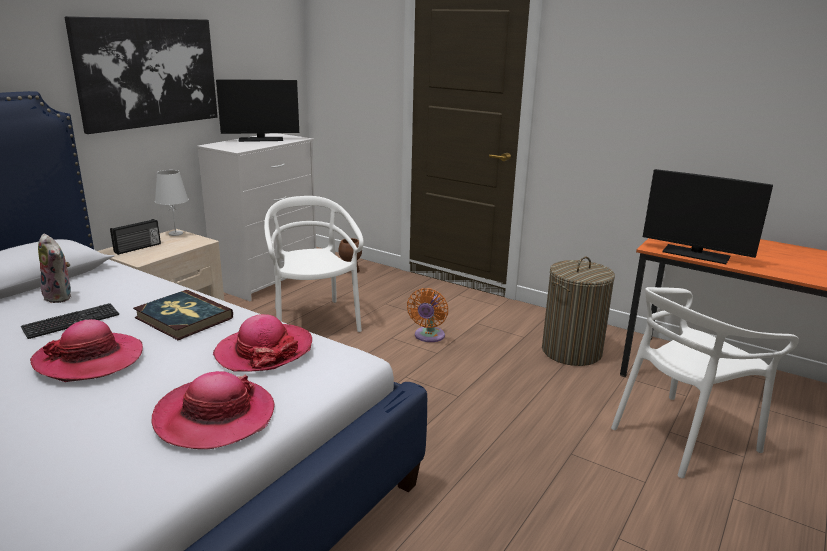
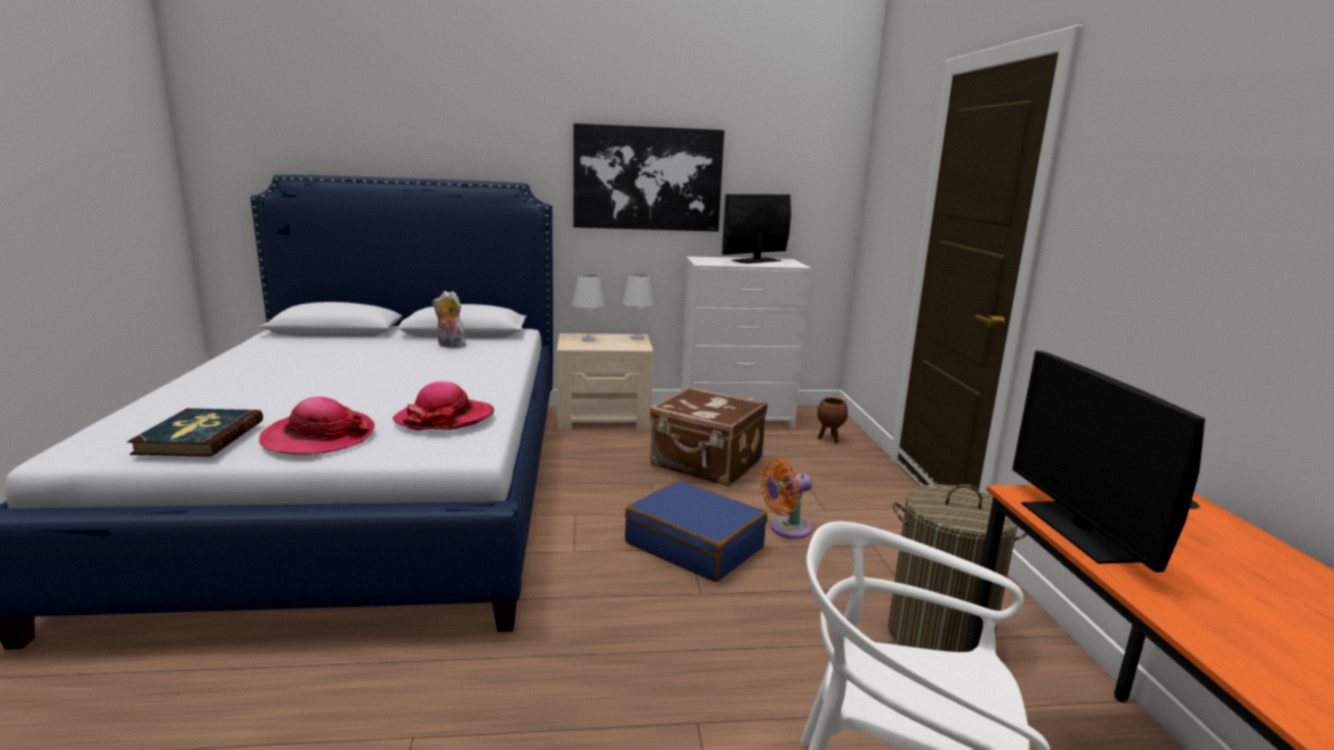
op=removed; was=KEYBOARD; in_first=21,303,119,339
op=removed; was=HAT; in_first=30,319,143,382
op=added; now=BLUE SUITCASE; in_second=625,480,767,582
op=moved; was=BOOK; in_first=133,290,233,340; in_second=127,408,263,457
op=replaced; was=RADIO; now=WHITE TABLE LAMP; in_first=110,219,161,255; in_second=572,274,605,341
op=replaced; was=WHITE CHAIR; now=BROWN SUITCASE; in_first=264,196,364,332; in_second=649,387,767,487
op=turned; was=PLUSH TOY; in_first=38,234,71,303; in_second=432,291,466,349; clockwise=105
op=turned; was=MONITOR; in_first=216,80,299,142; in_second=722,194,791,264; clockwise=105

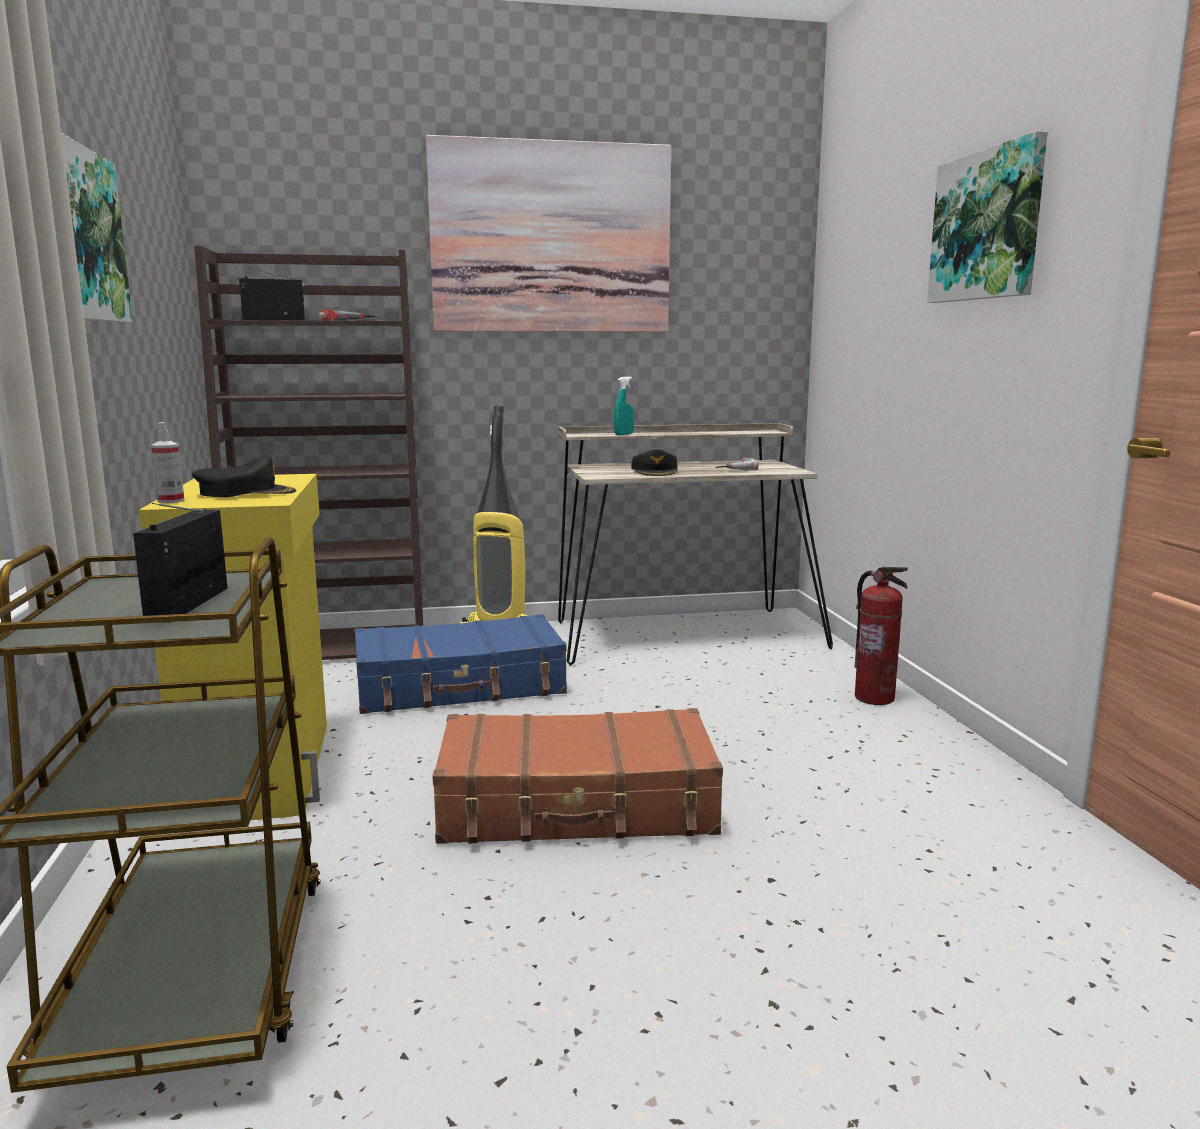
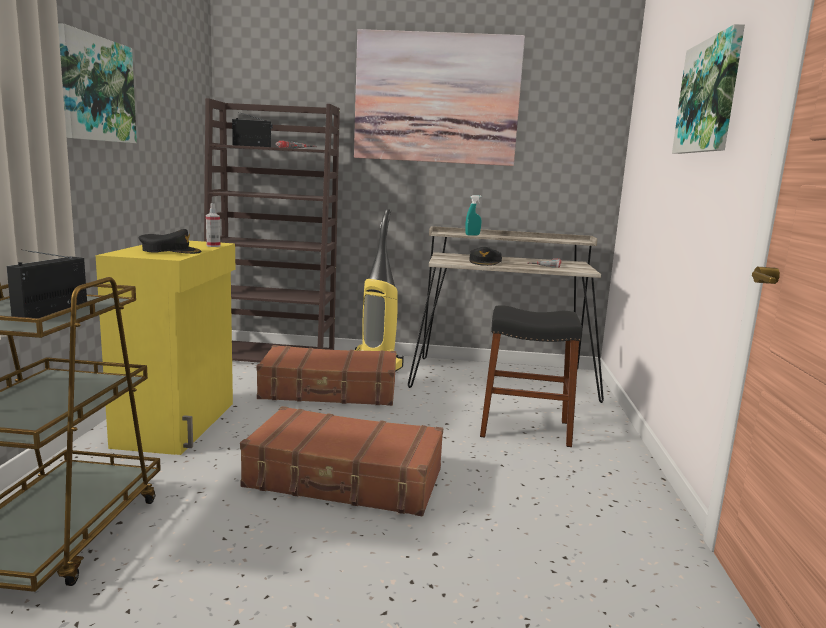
op=removed; was=FIRE EXTINGUISHER; in_first=855,567,908,705
op=added; now=BLACK STOOL; in_second=480,305,582,447
op=moved; was=SPRAY BOTTLE; in_first=151,422,184,503; in_second=206,203,220,247
op=recoloured; was=BLUE SUITCASE; now=BROWN SUITCASE; in_first=354,614,567,714; in_second=256,345,396,406

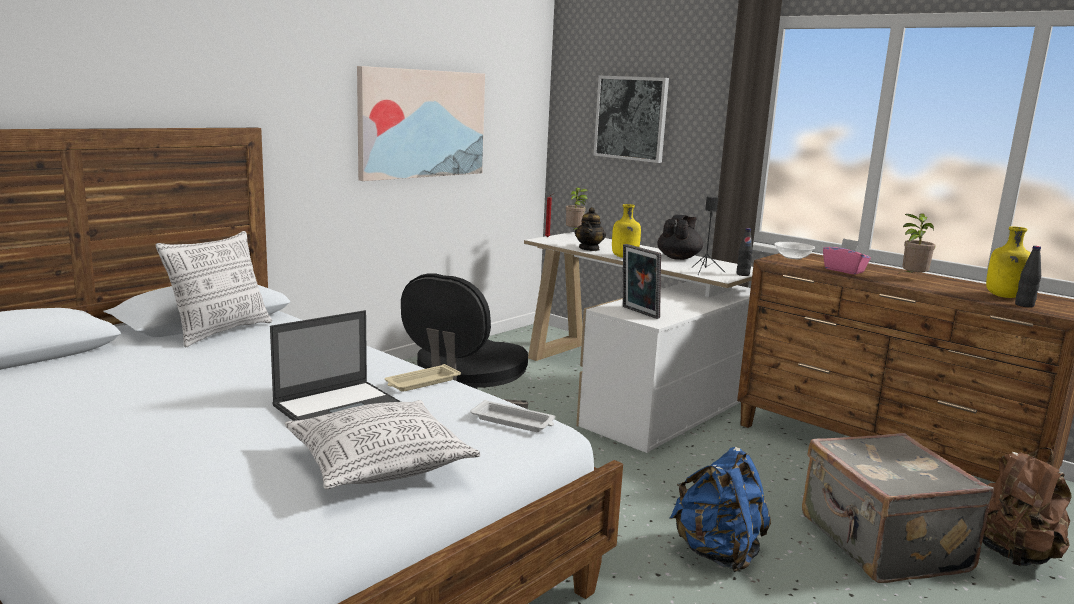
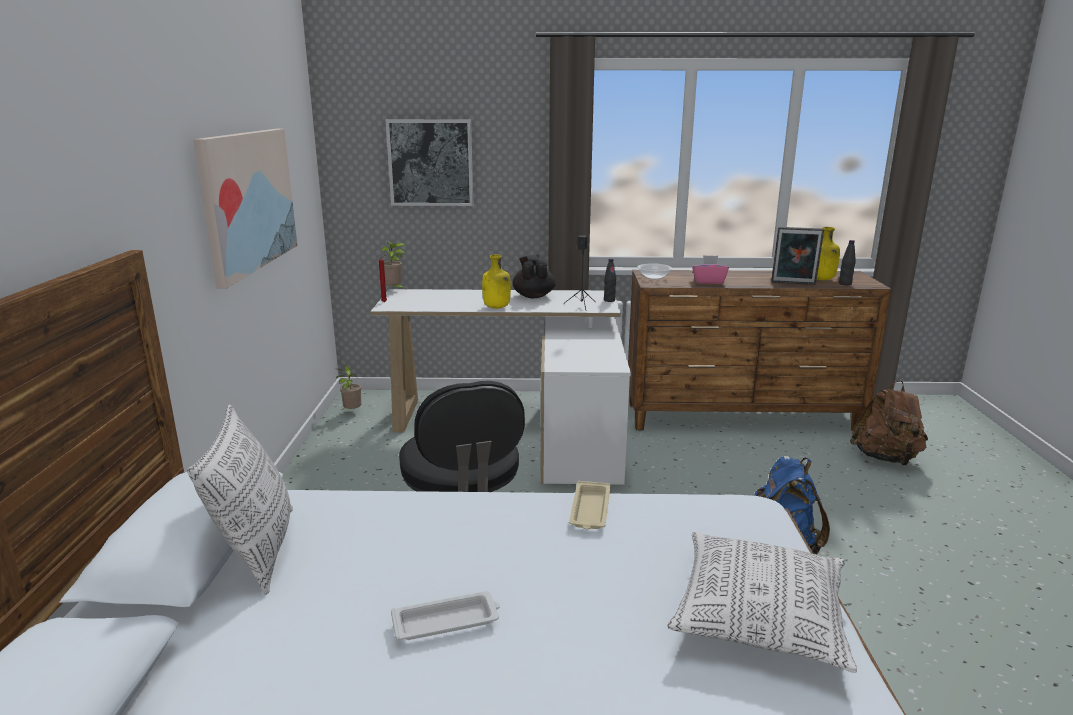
op=removed; was=LAPTOP; in_first=270,310,401,421
op=removed; was=TEAPOT; in_first=575,207,606,251
op=removed; was=GREY SUITCASE; in_first=802,433,994,583
op=moved; was=WHITE TRAY; in_first=470,400,556,432; in_second=391,591,500,640
op=moved; was=PICTURE FRAME; in_first=623,244,661,319; in_second=771,227,824,285
op=moved; was=POTTED PLANT; in_first=897,213,936,275; in_second=336,365,361,410

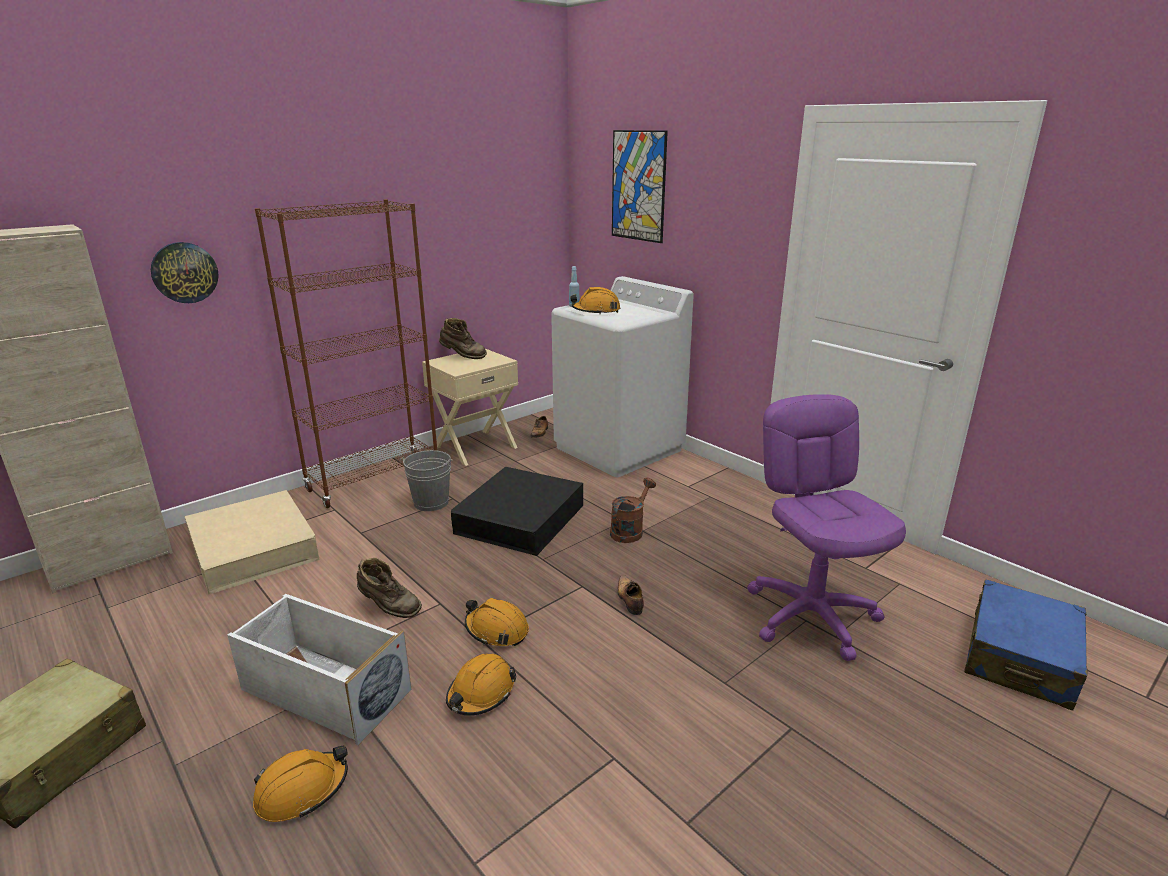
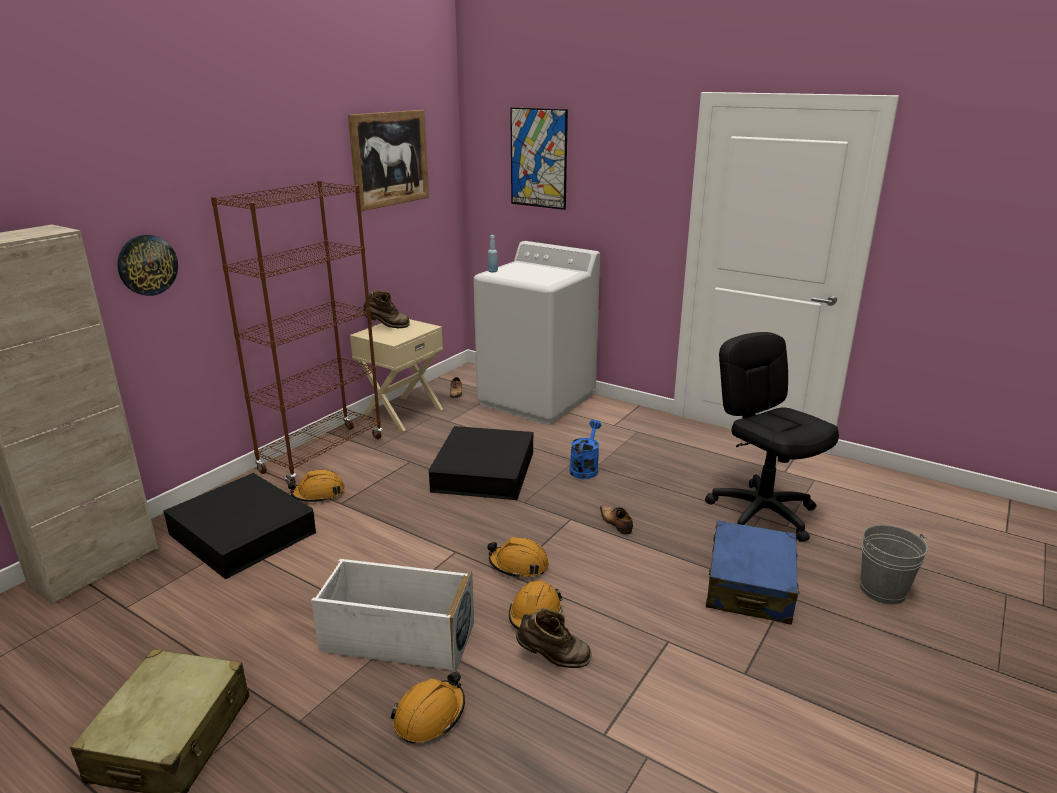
op=added; now=PICTURE; in_second=348,110,429,211
op=moved; was=BROWN BOOT; in_first=357,558,422,618; in_second=516,608,592,668
op=moved; was=GREY BUCKET; in_first=400,450,453,511; in_second=860,525,928,605
op=moved; was=ORANGE HARD HAT; in_first=570,287,620,314; in_second=288,470,345,502
op=moved; was=BLUE SUITCASE; in_first=964,579,1088,710; in_second=706,521,799,625
op=recoloured; was=BEIGE STORAGE BOX; now=BLACK STORAGE BOX; in_first=184,490,320,594; in_second=163,473,316,579
op=recoloured; was=BROWN WATERING CAN; now=BLUE WATERING CAN; in_first=610,478,656,543; in_second=570,420,601,479
op=recoloured; was=PURPLE OFFICE CHAIR; now=BLACK OFFICE CHAIR; in_first=747,394,906,661; in_second=705,332,839,542

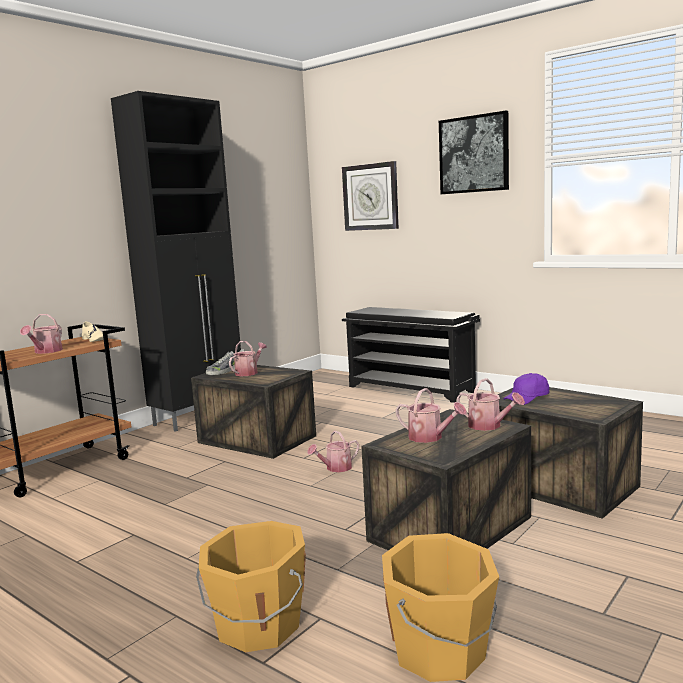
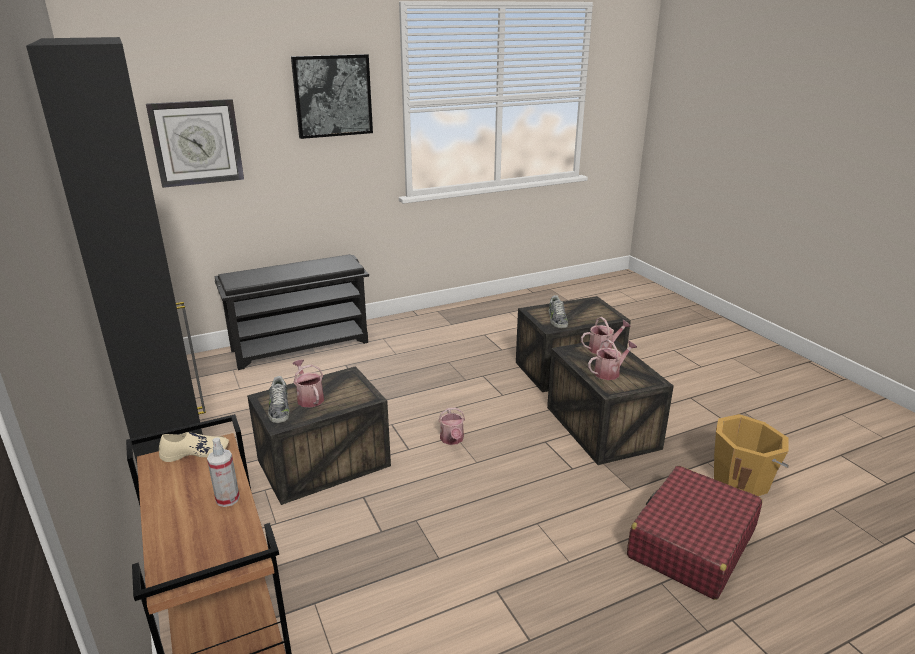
op=replaced; was=WATERING CAN; now=SPRAY BOTTLE; in_first=20,314,63,354; in_second=207,437,240,507
op=replaced; was=ORANGE BUCKET; now=RED SUITCASE; in_first=196,521,306,652; in_second=627,466,762,600
op=replaced; was=PURPLE CAP; now=SHOE; in_first=503,373,549,405; in_second=549,295,568,328

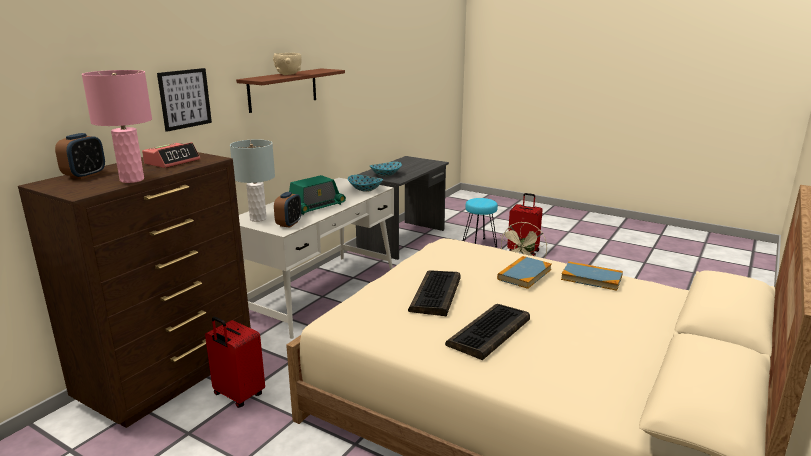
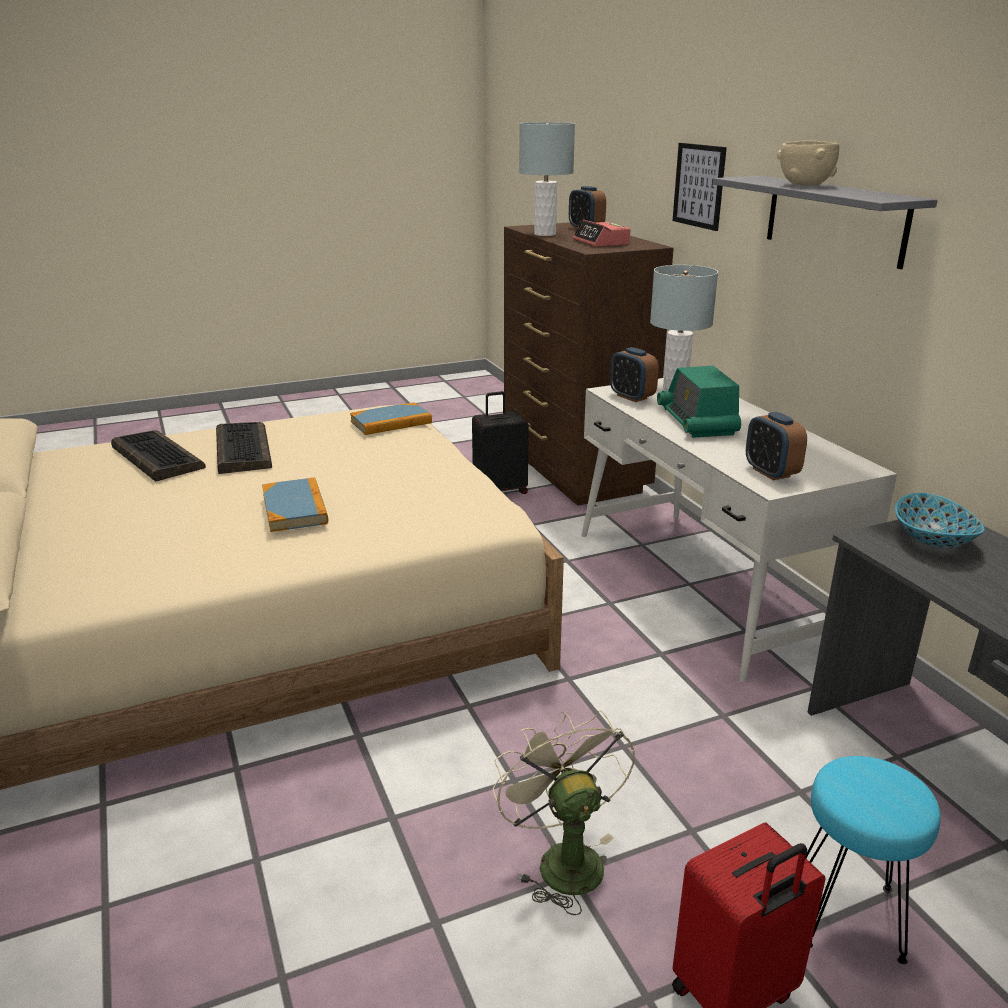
op=moved; was=KEYBOARD; in_first=408,270,461,316; in_second=111,430,206,481
op=moved; was=BOOK; in_first=561,261,623,291; in_second=350,402,432,435
op=replaced; was=BOWL; now=ALARM CLOCK; in_first=348,175,383,192; in_second=746,412,807,480
op=recoloured; was=PINK TABLE LAMP; now=GREY TABLE LAMP; in_first=82,70,152,183; in_second=519,122,575,236
op=recoloured; was=RED SUITCASE; now=BLACK SUITCASE; in_first=205,317,265,408; in_second=472,391,529,494
op=recoloured; was=BROWN SHELF; now=GREY SHELF; in_first=236,68,345,113; in_second=713,176,938,269

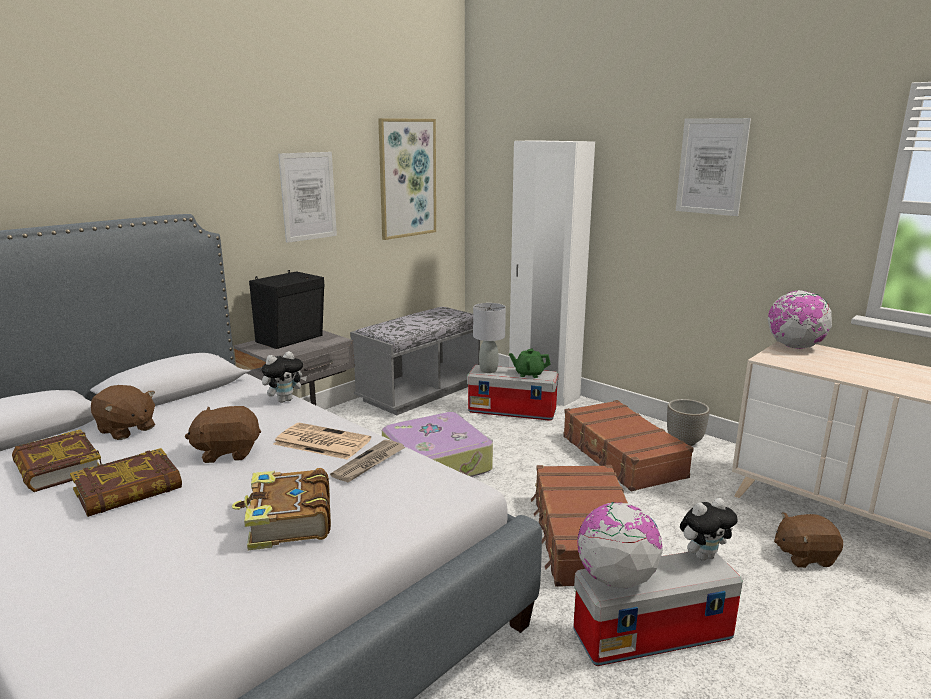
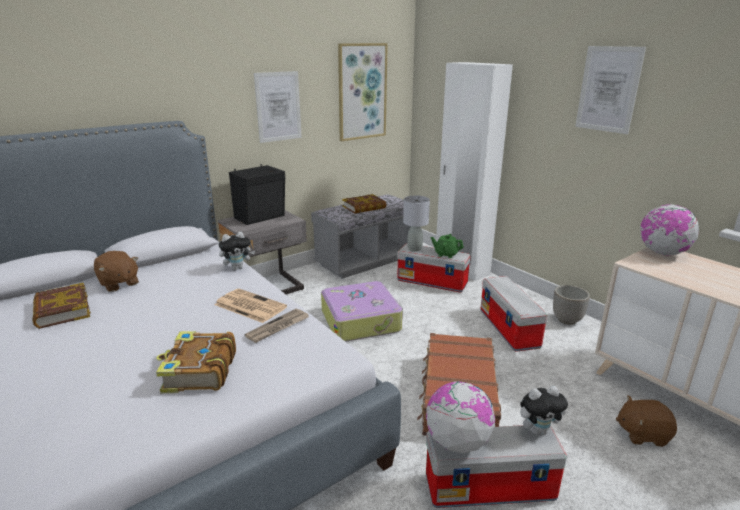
op=removed; was=BROWN PLUSH TOY; in_first=185,406,261,463
op=moved; was=BOOK; in_first=70,448,182,517; in_second=342,194,386,214
op=replaced; was=BROWN SUITCASE; now=STORAGE BOX; in_first=563,400,694,491; in_second=480,276,547,352

